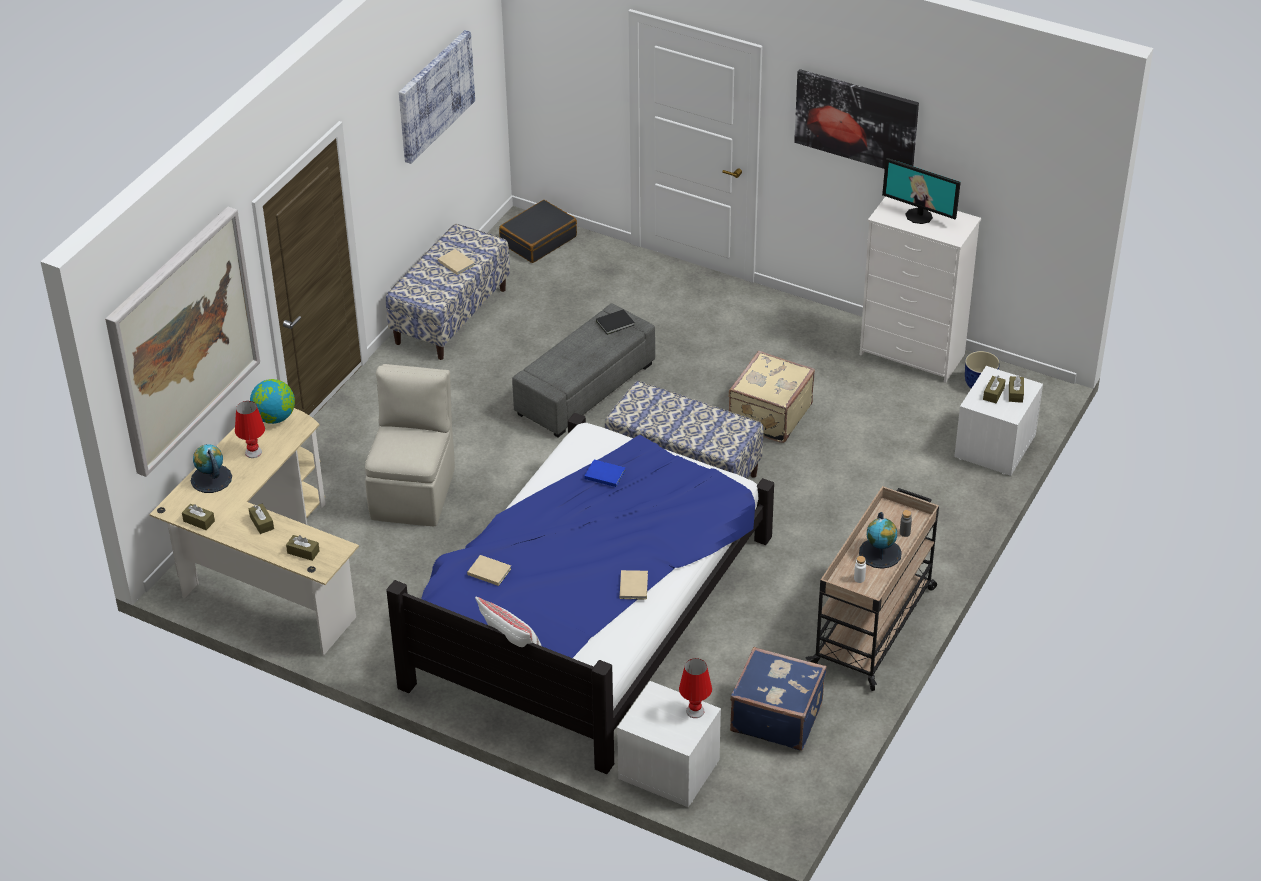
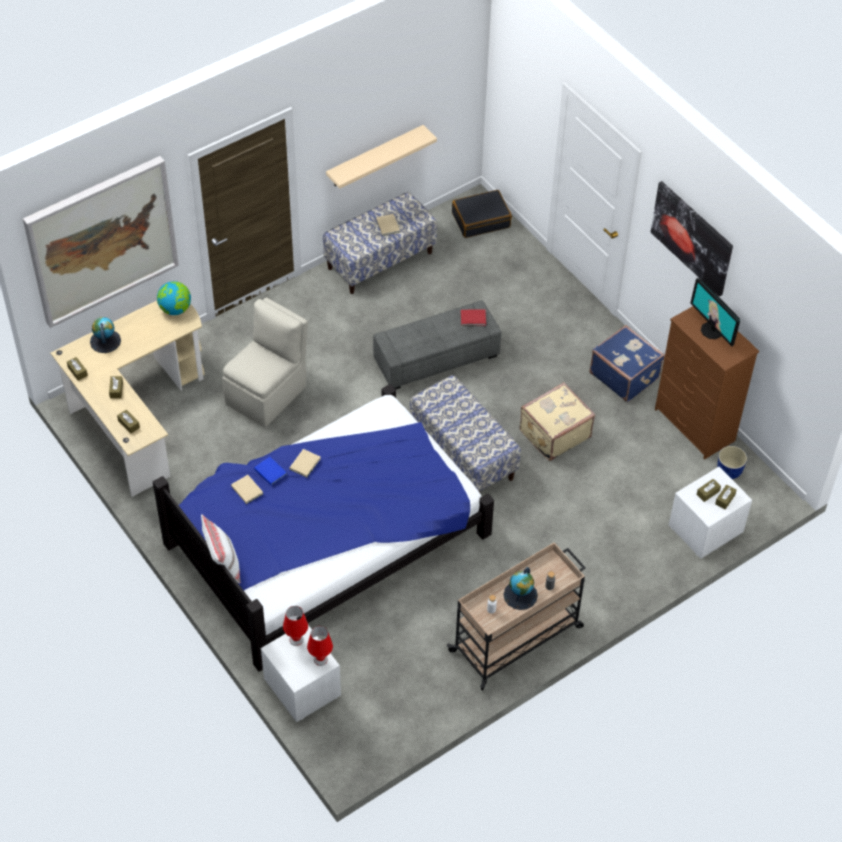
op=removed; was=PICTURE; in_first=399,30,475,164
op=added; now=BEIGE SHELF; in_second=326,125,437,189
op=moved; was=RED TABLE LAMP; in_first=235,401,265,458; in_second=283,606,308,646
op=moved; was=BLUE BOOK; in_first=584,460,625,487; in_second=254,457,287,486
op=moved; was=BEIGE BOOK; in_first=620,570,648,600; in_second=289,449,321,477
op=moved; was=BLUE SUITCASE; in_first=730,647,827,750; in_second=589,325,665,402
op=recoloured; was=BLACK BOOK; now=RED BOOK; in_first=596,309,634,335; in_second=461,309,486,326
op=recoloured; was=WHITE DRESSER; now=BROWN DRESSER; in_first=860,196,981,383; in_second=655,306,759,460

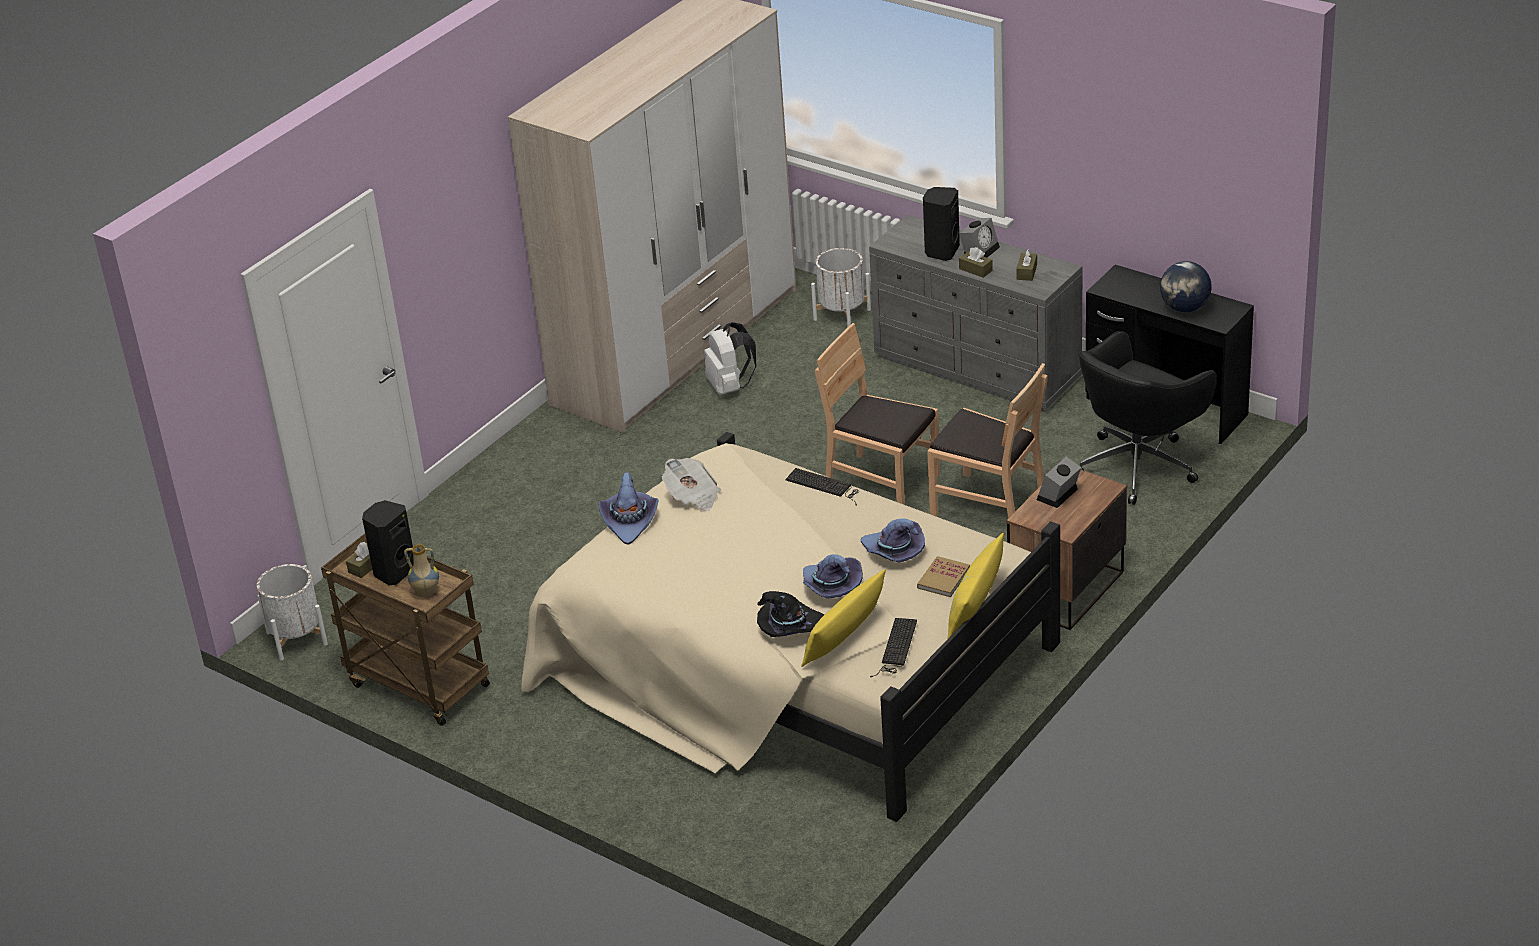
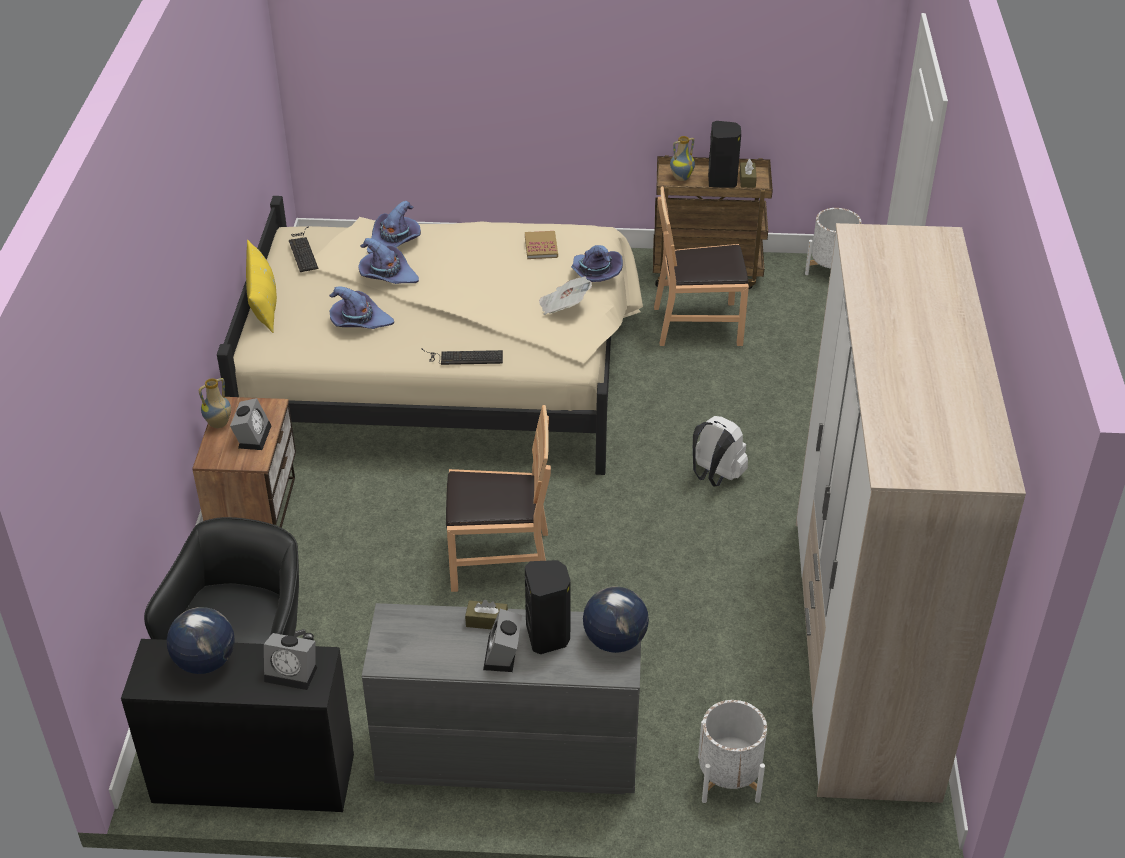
op=removed; was=YELLOW PILLOW; in_first=801,569,886,667
op=removed; was=BROWN TISSUE BOX; in_first=1016,249,1037,281
op=added; now=VASE; in_second=199,378,231,428
op=added; now=ALARM CLOCK; in_second=264,633,317,690
op=added; now=GLOBE; in_second=583,586,649,653
op=moved; was=WHITE BACKPACK; in_first=704,322,756,395; in_second=693,416,748,487
op=moved; was=BOOK; in_first=917,556,970,597; in_second=525,231,558,259
op=moved; was=BROWN CHAIR; in_first=927,363,1048,518; in_second=654,186,749,346
op=recoloured; was=BLACK HAT; now=PURPLE HAT; in_first=757,591,825,637; in_second=367,201,421,254

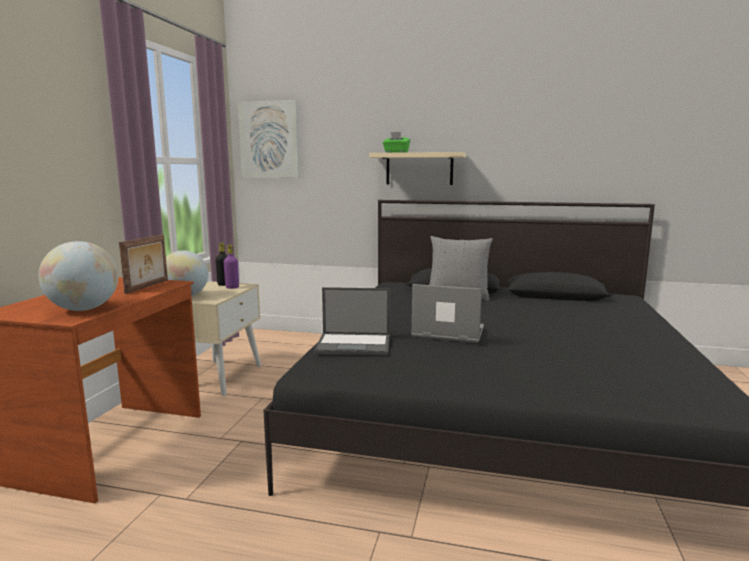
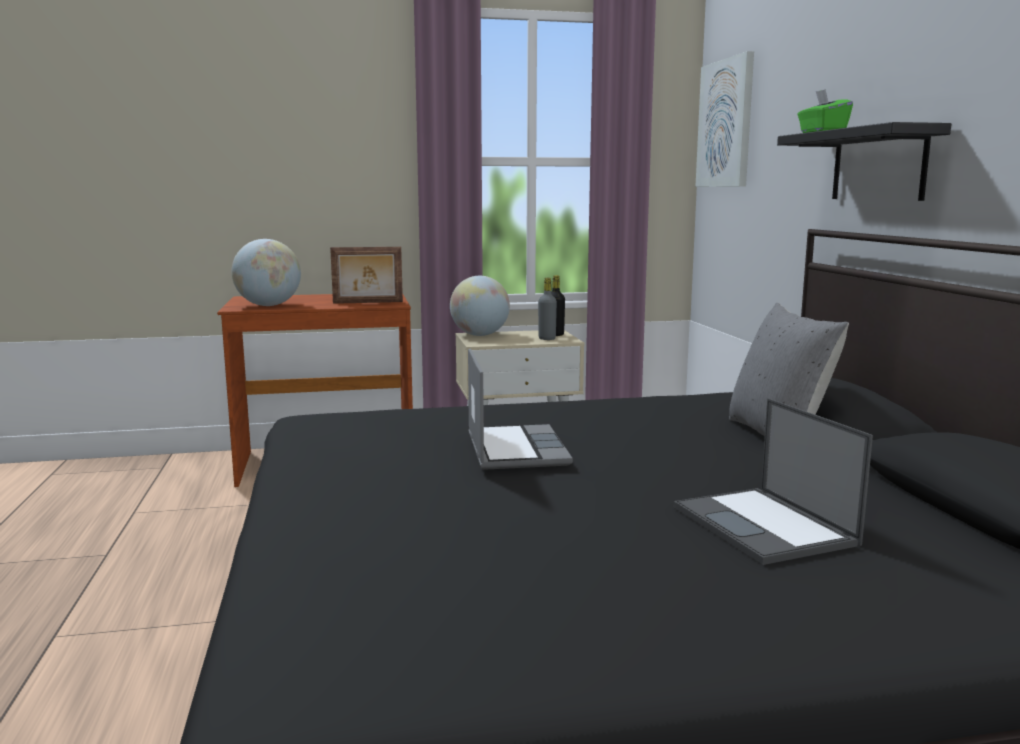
op=moved; was=LAPTOP; in_first=314,287,390,356; in_second=674,398,873,565
op=recoloured; was=PURPLE BOTTLE; now=GREY BOTTLE; in_first=224,244,239,289; in_second=538,278,557,340
op=recoloured; was=BEIGE SHELF; now=BLACK SHELF; in_first=369,152,466,185; in_second=777,122,951,201

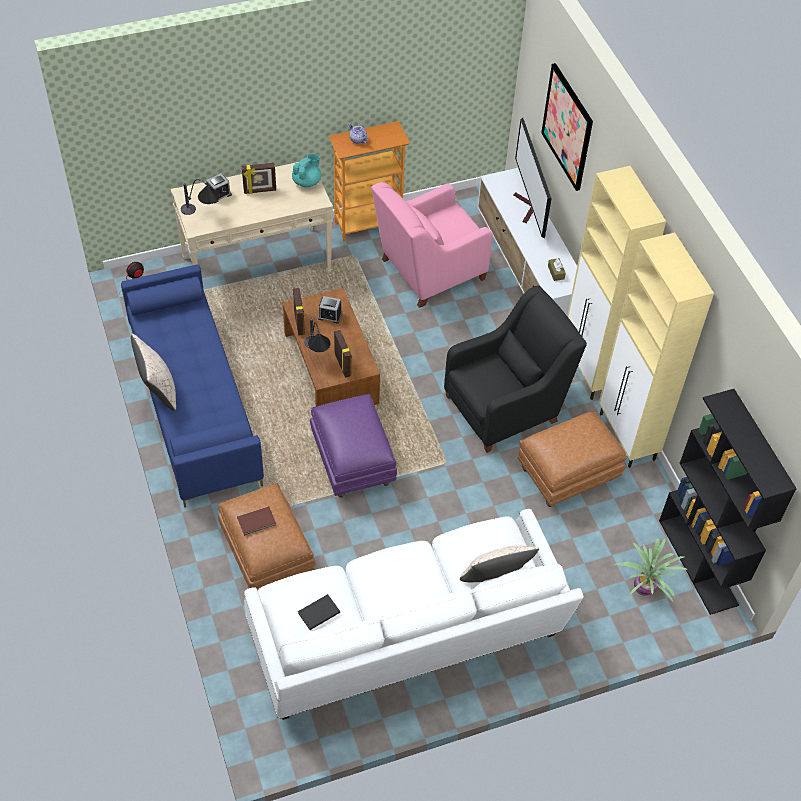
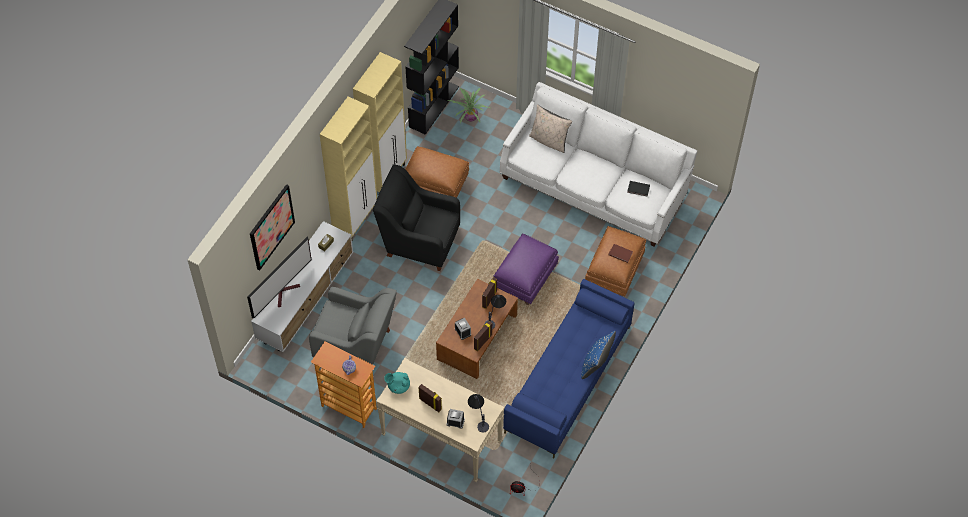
op=recoloured; was=BEIGE PILLOW; now=BLUE PILLOW; in_first=131,334,176,411; in_second=581,331,616,379
op=recoloured; was=PINK ARMCHAIR; now=GREY ARMCHAIR; in_first=371,182,493,308; in_second=309,287,397,365

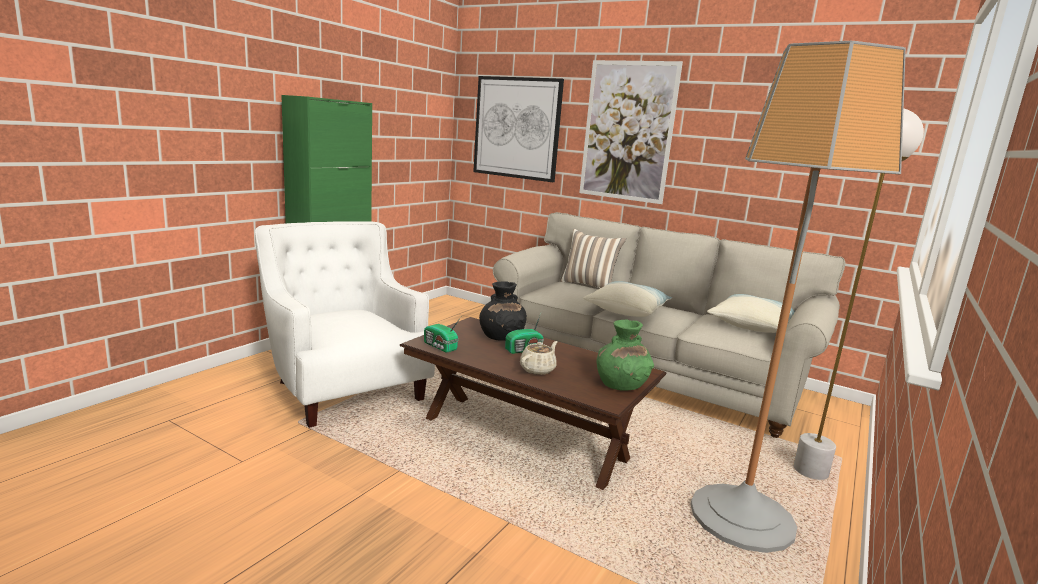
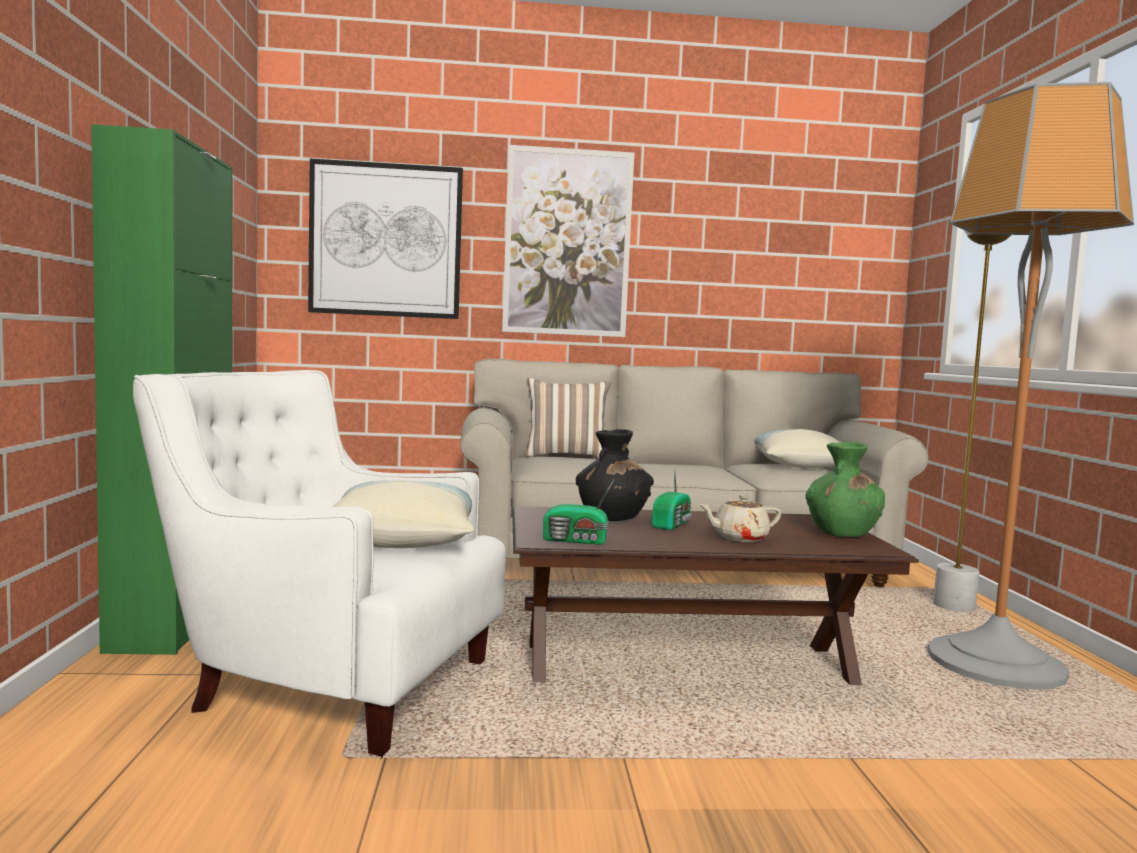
op=moved; was=PILLOW; in_first=583,281,672,317; in_second=332,481,474,548
op=turned; was=BEIGE TEAPOT; in_first=520,341,558,375; in_second=699,495,781,542; clockwise=-105

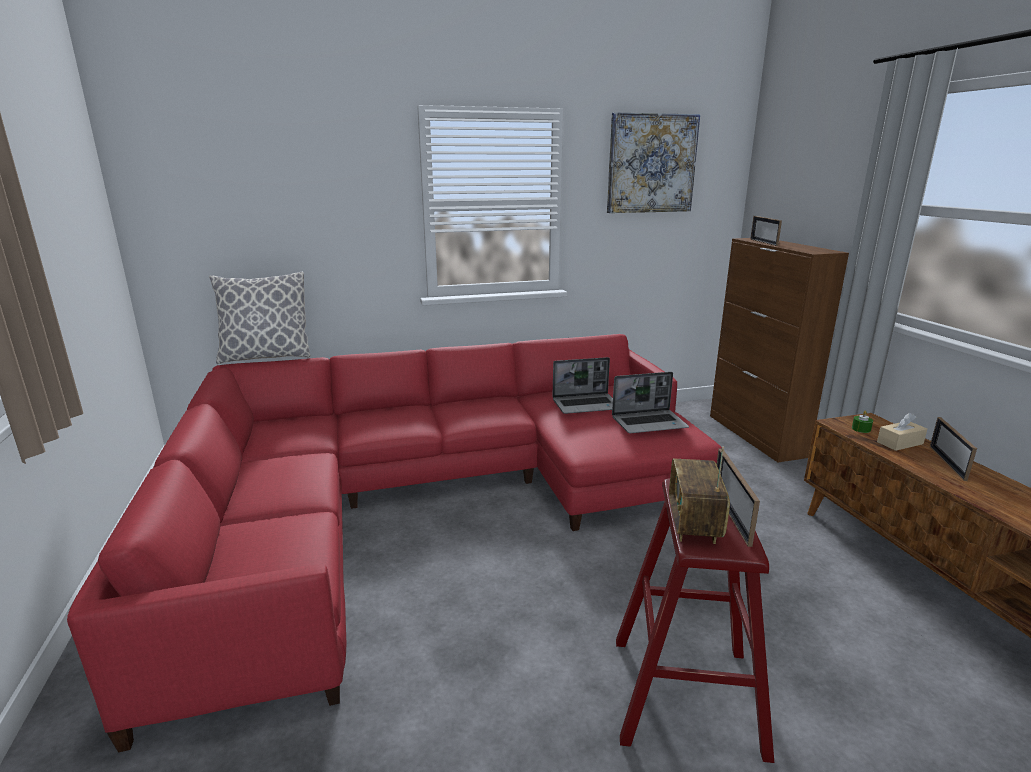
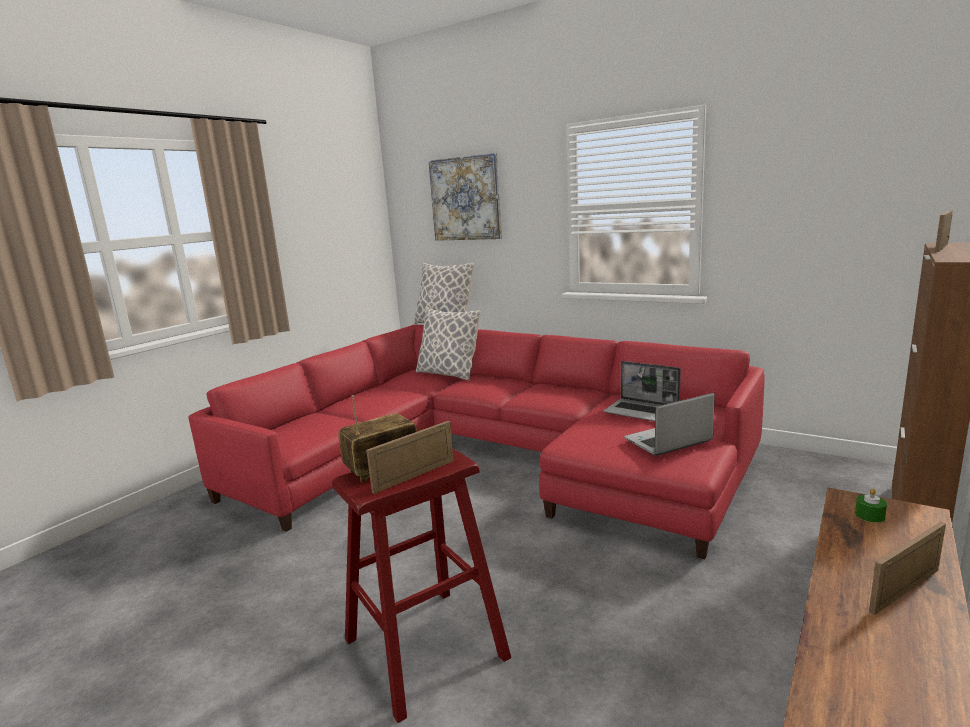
op=removed; was=BEIGE TISSUE BOX; in_first=877,413,927,451
op=added; now=PILLOW; in_second=416,307,481,381
op=moved; was=PICTURE; in_first=607,112,700,213; in_second=428,153,502,241
op=turned; was=LAPTOP; in_first=612,372,689,433; in_second=624,393,715,456; clockwise=120

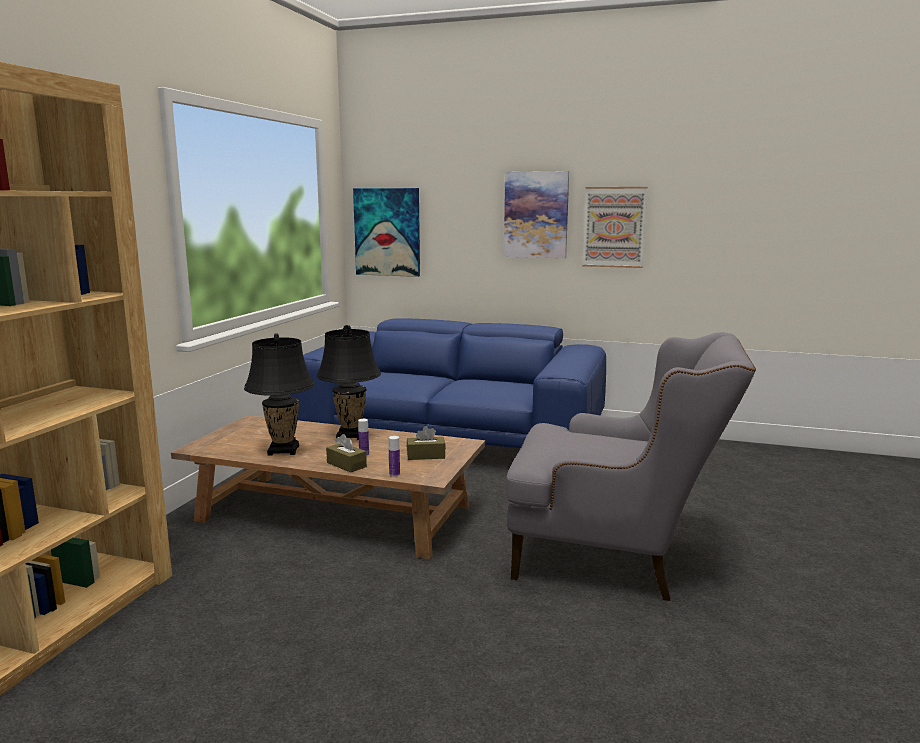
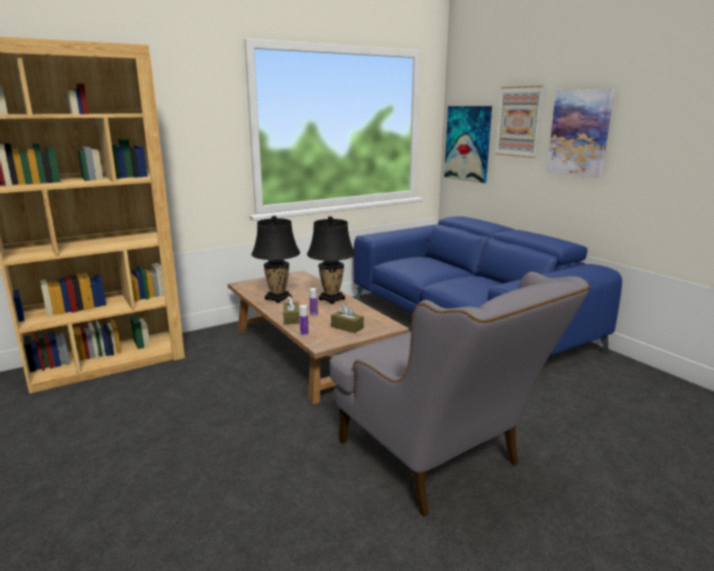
op=moved; was=PICTURE; in_first=582,187,647,268; in_second=495,85,544,158

